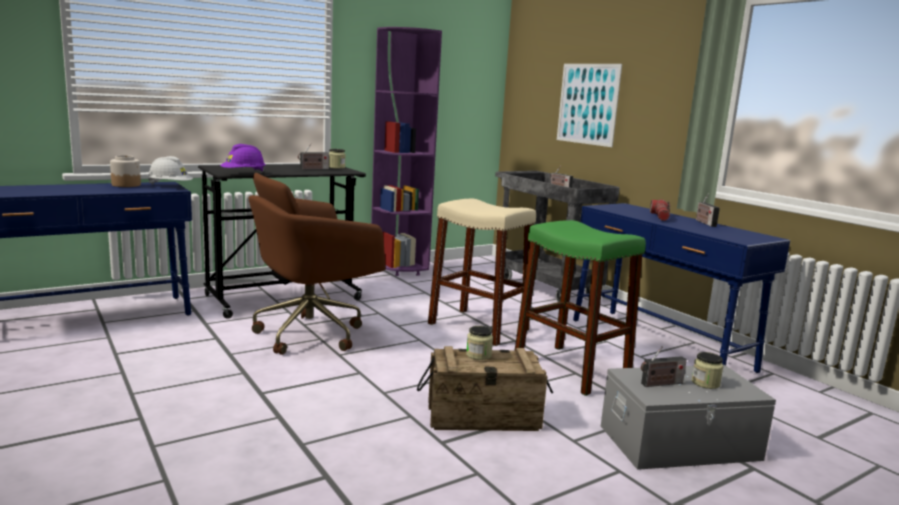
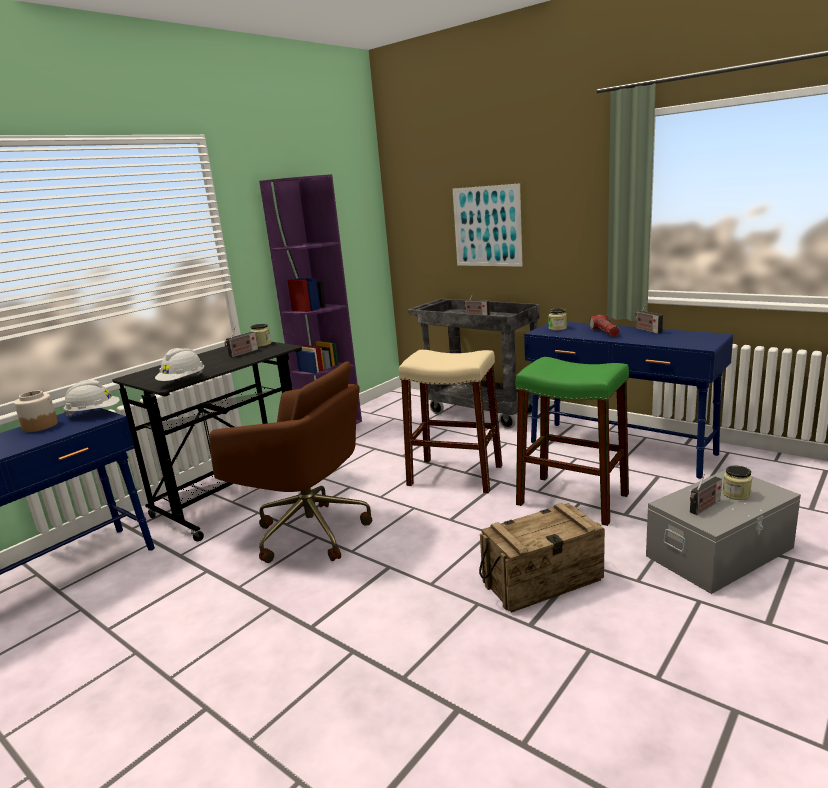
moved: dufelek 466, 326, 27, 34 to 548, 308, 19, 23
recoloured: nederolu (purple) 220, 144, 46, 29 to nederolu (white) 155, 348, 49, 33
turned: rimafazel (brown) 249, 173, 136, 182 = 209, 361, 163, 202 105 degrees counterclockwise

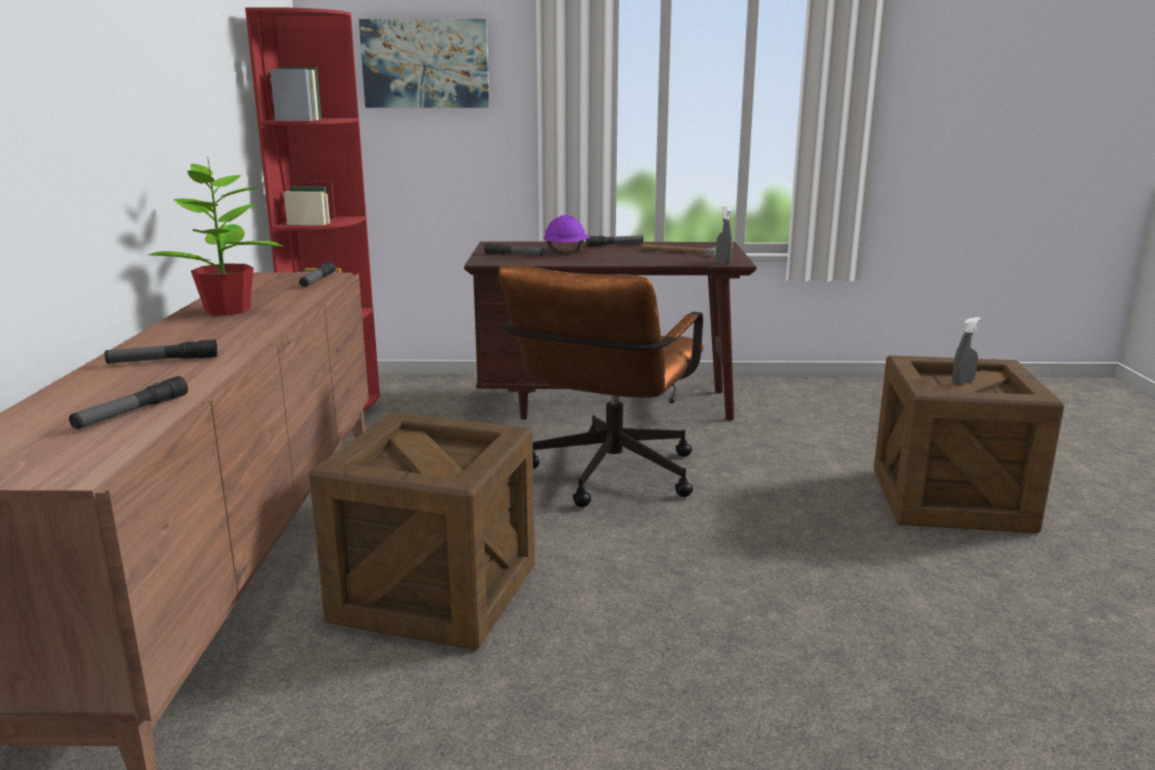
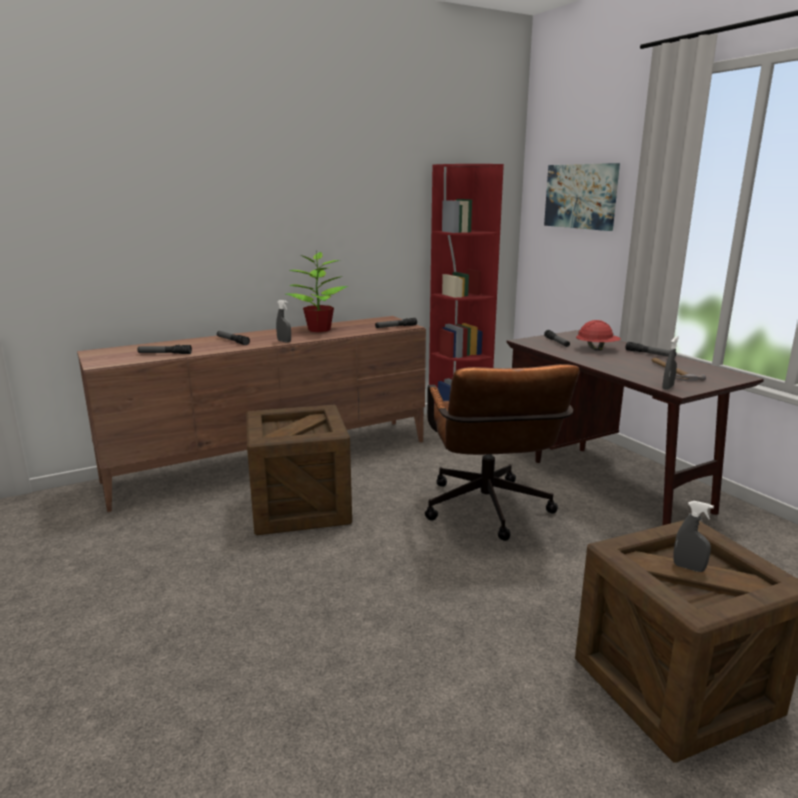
added: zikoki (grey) 276, 300, 15, 43
recoloured: nederolu (purple) 543, 215, 46, 38 to nederolu (red) 576, 320, 45, 31
turned: rimafazel (brown) 498, 264, 206, 243 = 425, 364, 155, 177 90 degrees counterclockwise

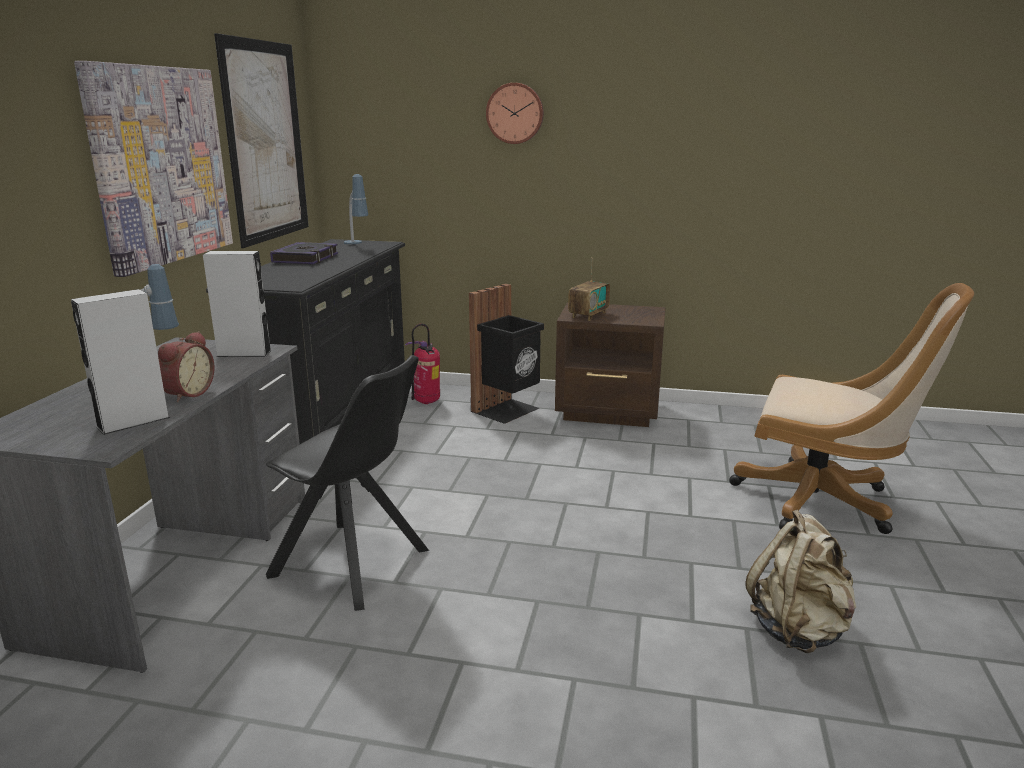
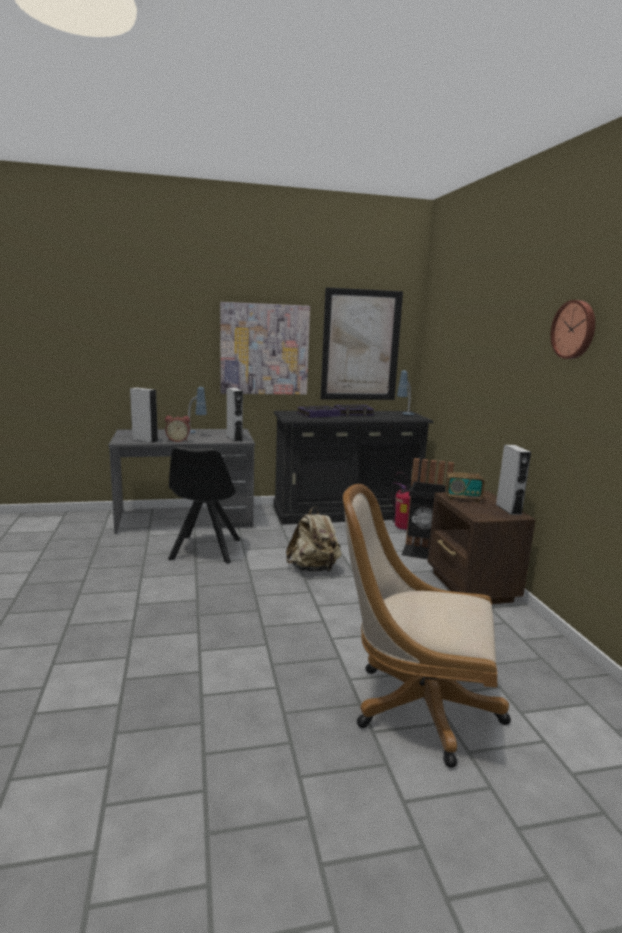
added: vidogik 297, 405, 44, 13; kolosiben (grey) 495, 445, 36, 70
moved: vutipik 486, 83, 58, 61 to 550, 300, 45, 59; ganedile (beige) 745, 509, 111, 144 to 286, 506, 56, 66
turned: rimafazel 729, 283, 245, 251 = 343, 484, 168, 284 105 degrees clockwise

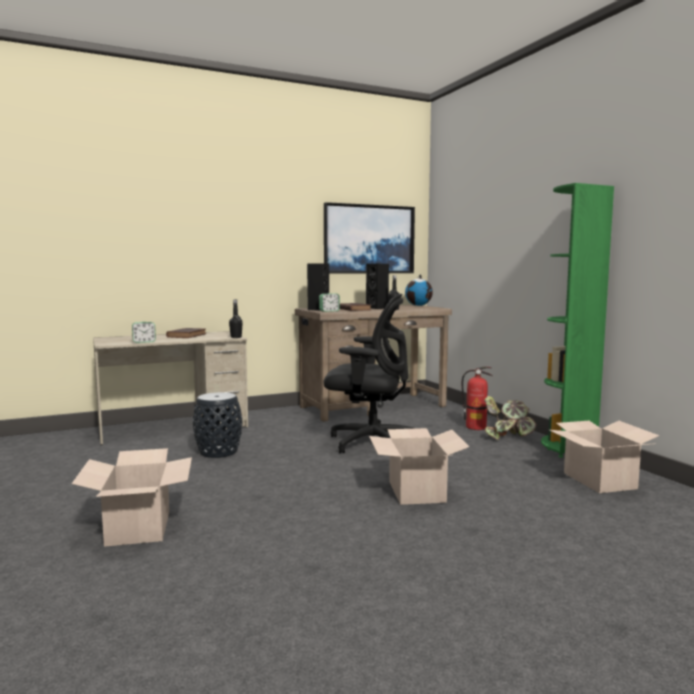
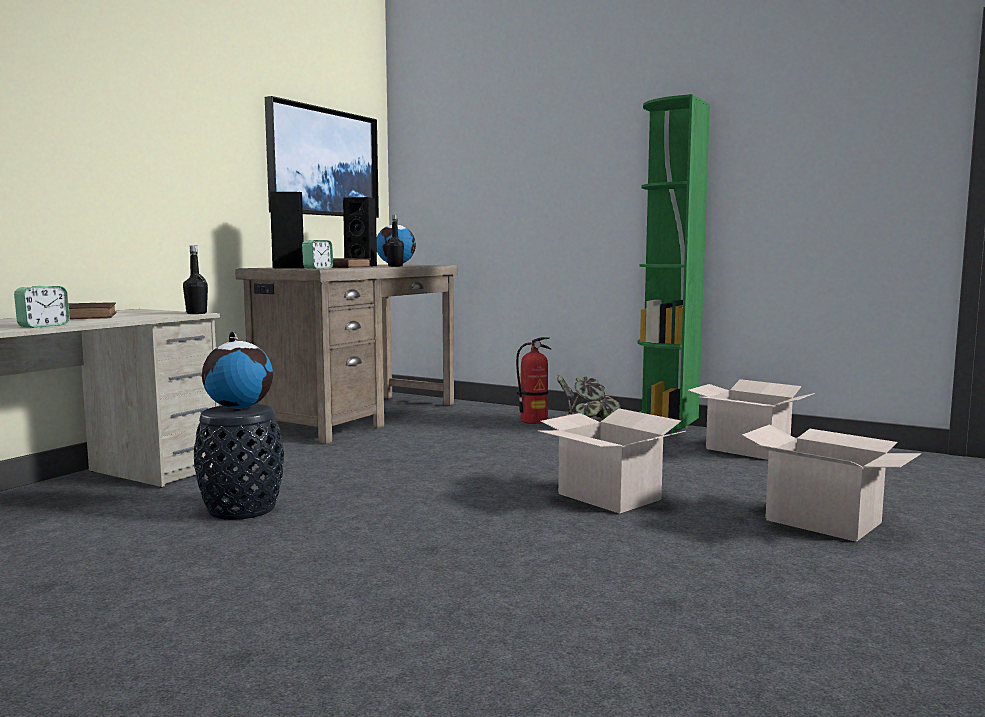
removed: rimafazel (black) 323, 294, 93, 159
added: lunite 202, 332, 71, 77
moved: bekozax 72, 448, 120, 99 to 742, 424, 179, 118

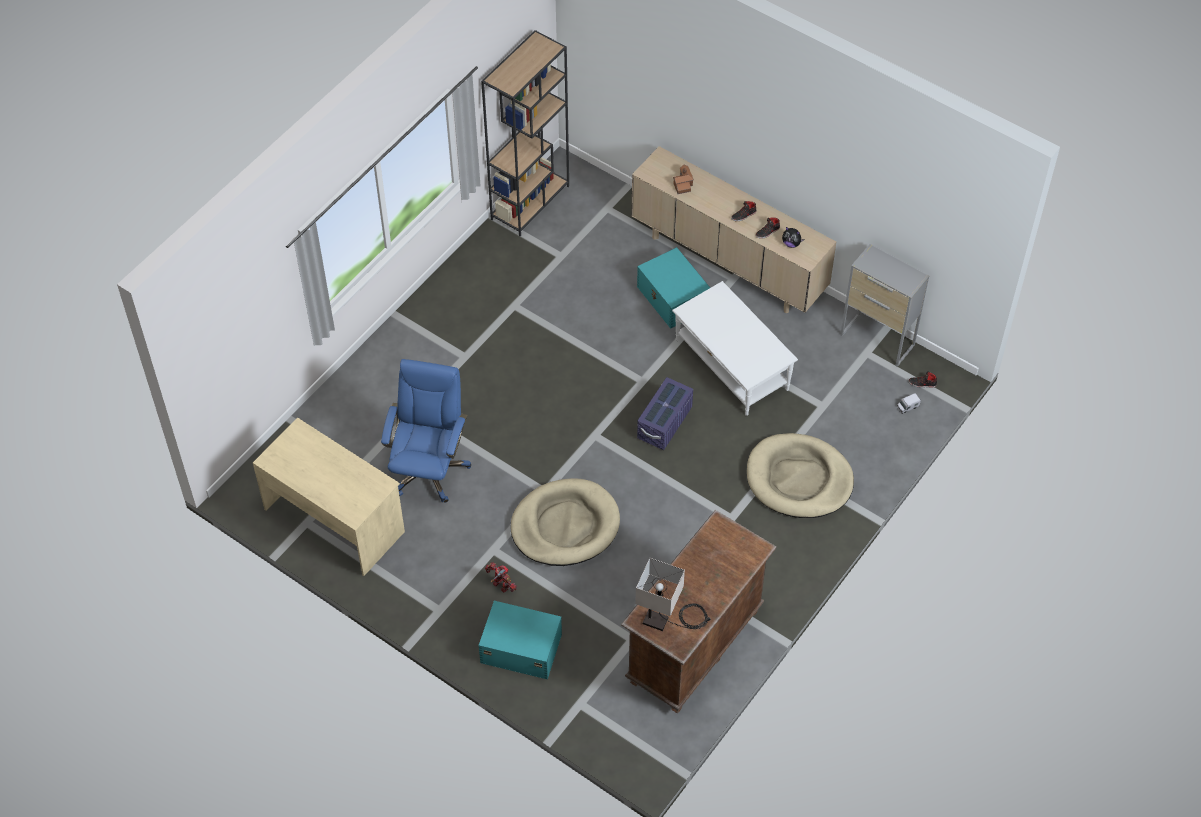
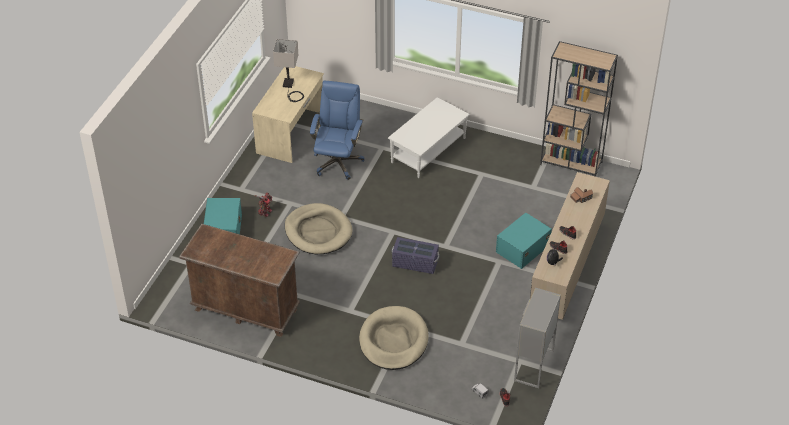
moved: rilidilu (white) 672, 281, 126, 135 to 388, 97, 82, 81; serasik 635, 558, 76, 73 to 273, 39, 31, 63
turned: rimafazel (blue) 381, 359, 90, 144 = 310, 81, 55, 99 75 degrees counterclockwise

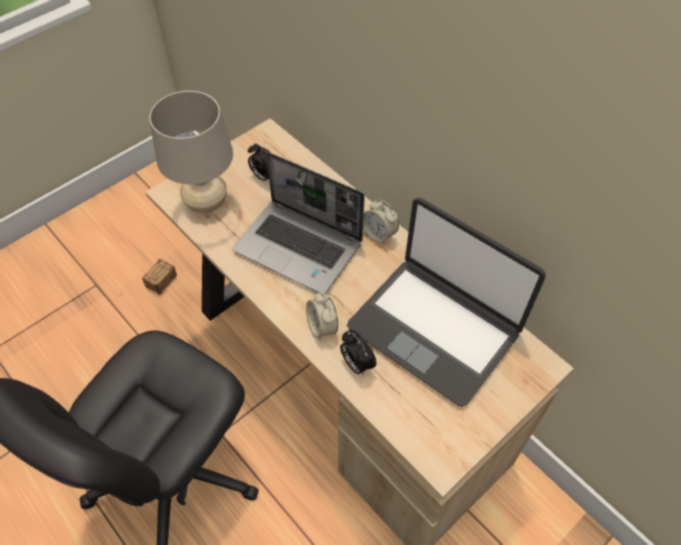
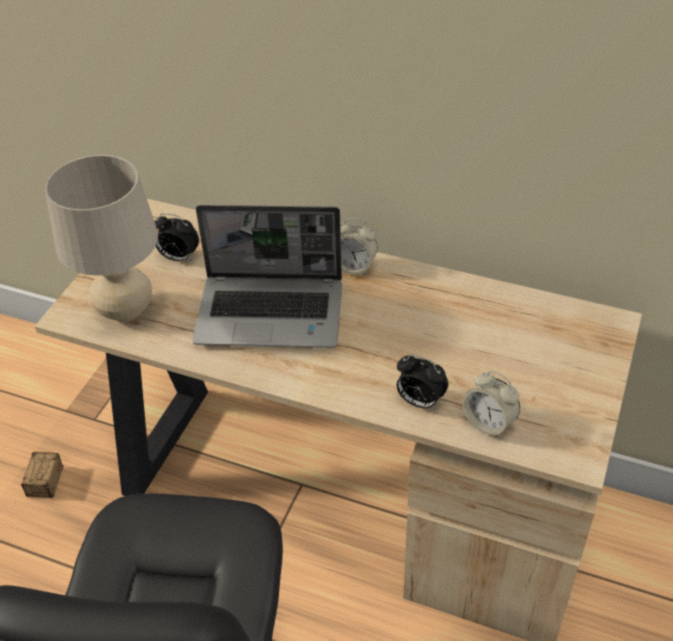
removed: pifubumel 347, 198, 199, 209
moved: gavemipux 306, 292, 32, 48 to 462, 371, 58, 67

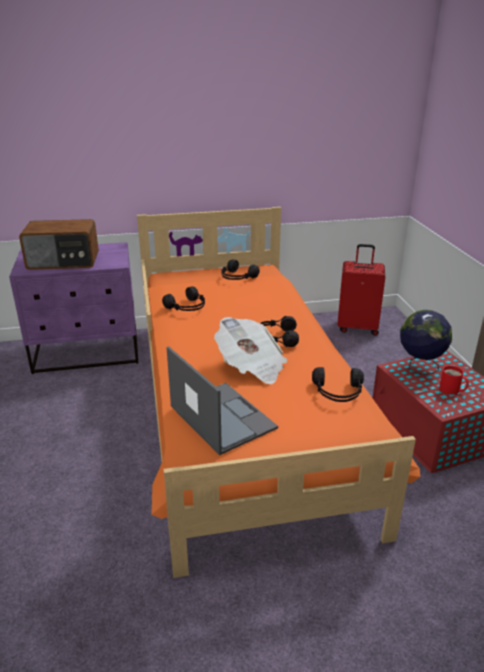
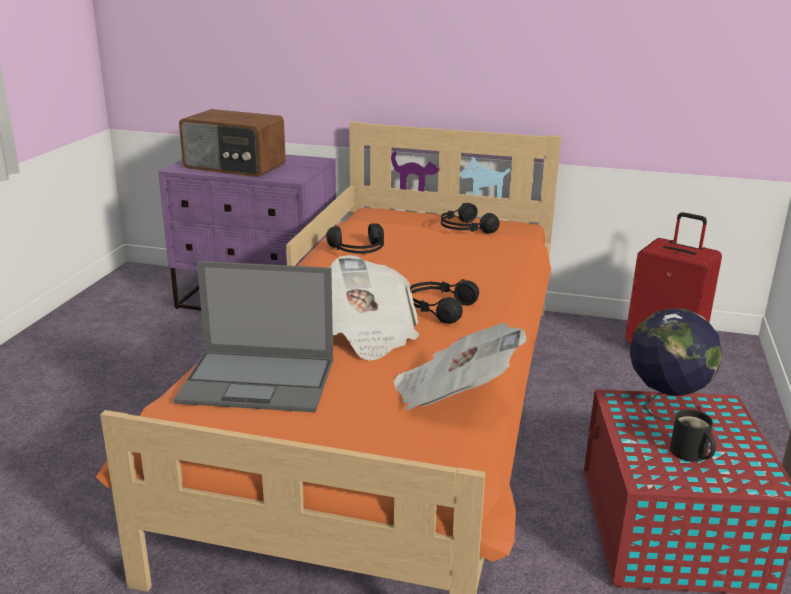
replaced: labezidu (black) 312, 367, 52, 35 to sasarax 393, 323, 134, 87
recoloured: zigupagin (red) 439, 366, 30, 29 to zigupagin (black) 670, 410, 46, 52
turned: pifubumel 166, 346, 112, 109 = 174, 261, 159, 151 105 degrees clockwise

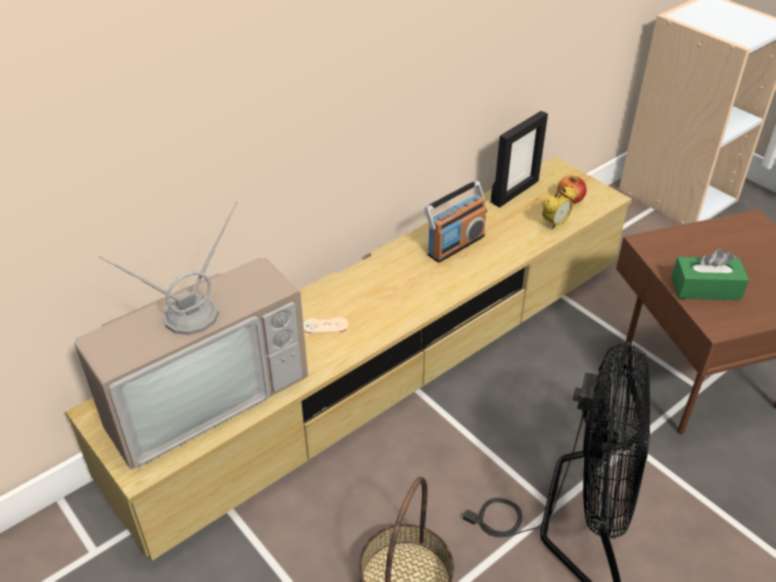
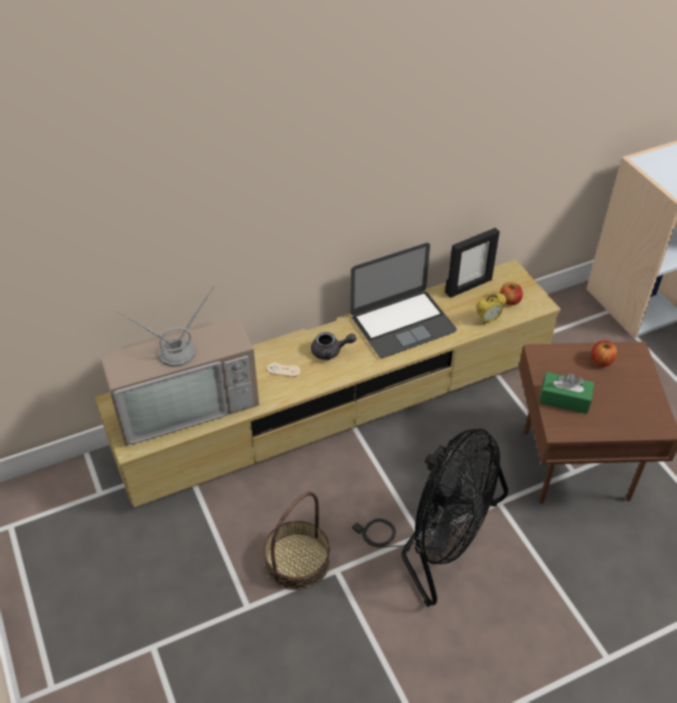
added: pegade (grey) 311, 332, 46, 28; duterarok 591, 340, 26, 27
replaced: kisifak 424, 181, 63, 82 to pifubumel 350, 243, 107, 115

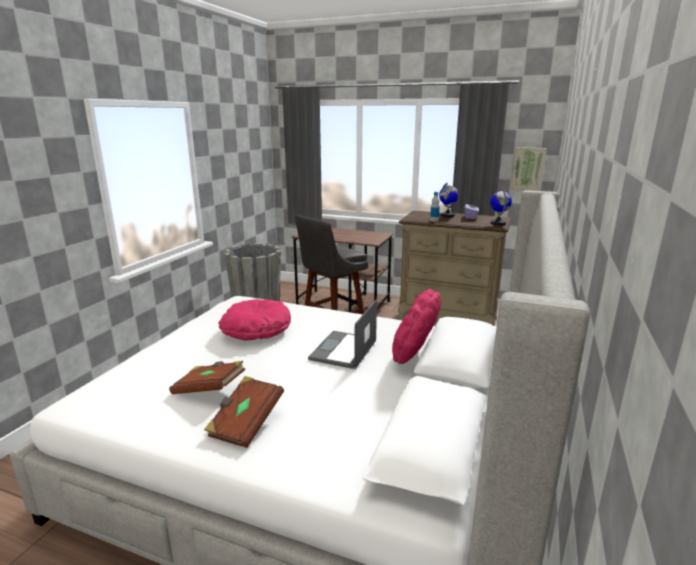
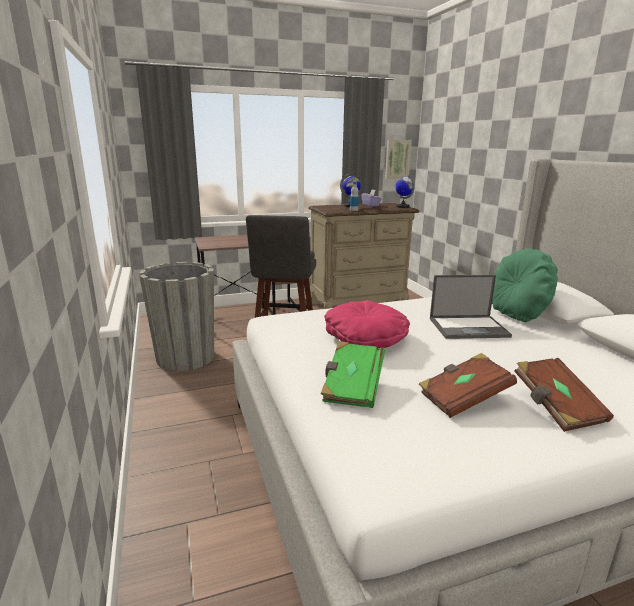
added: vidogik (green) 321, 341, 64, 67
recoloured: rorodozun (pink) 392, 289, 49, 75 to rorodozun (green) 492, 249, 66, 73
turned: pifubumel 308, 300, 69, 69 = 430, 275, 82, 64 75 degrees counterclockwise

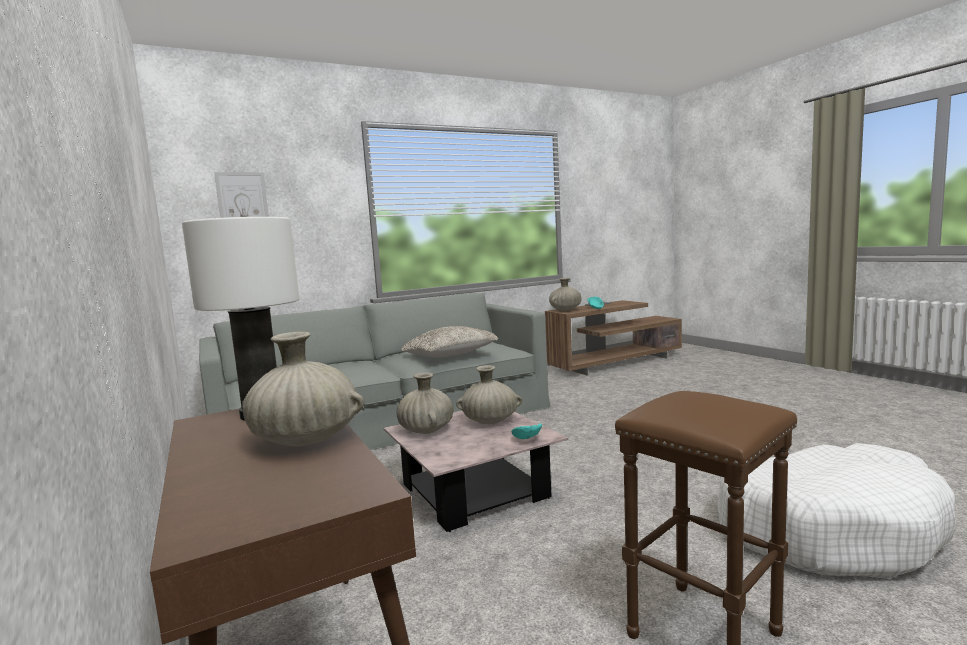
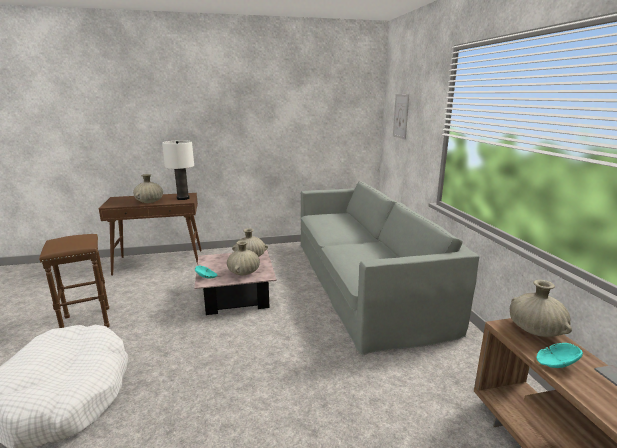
removed: rorodozun (beige) 401, 326, 97, 31

